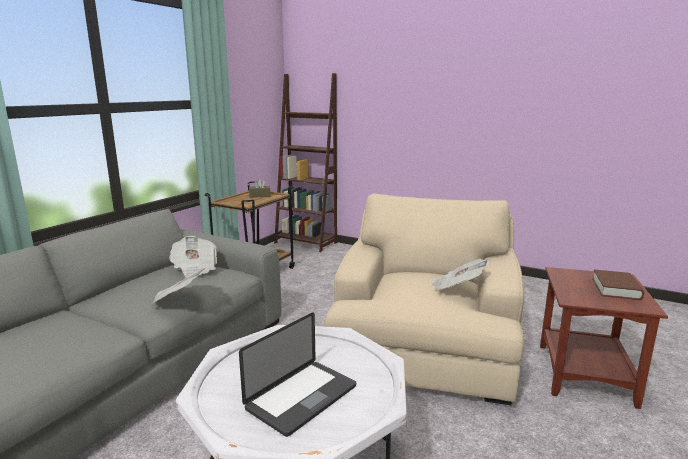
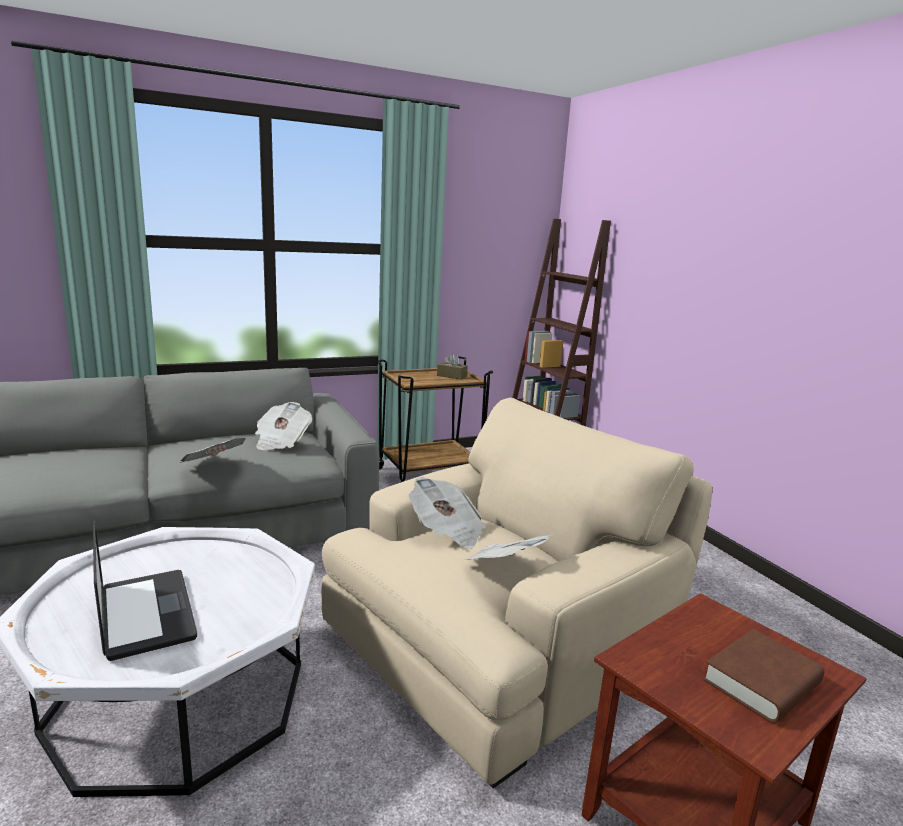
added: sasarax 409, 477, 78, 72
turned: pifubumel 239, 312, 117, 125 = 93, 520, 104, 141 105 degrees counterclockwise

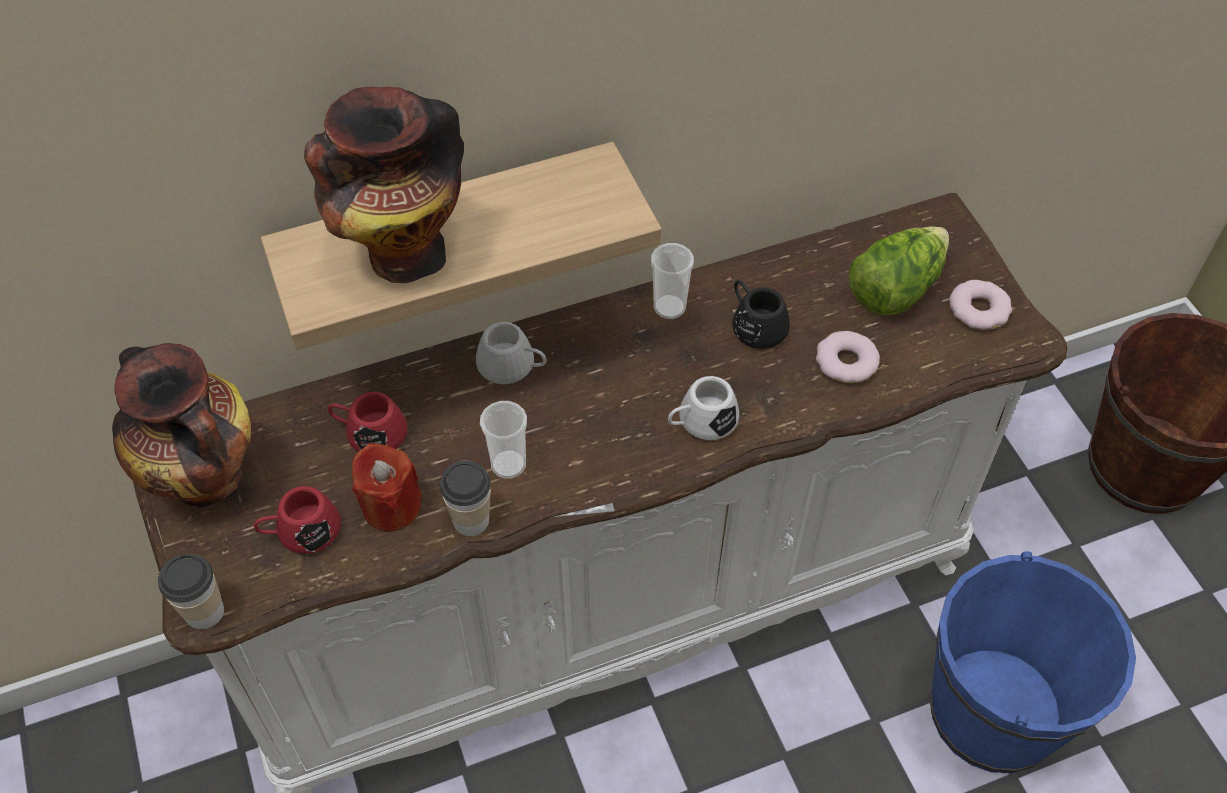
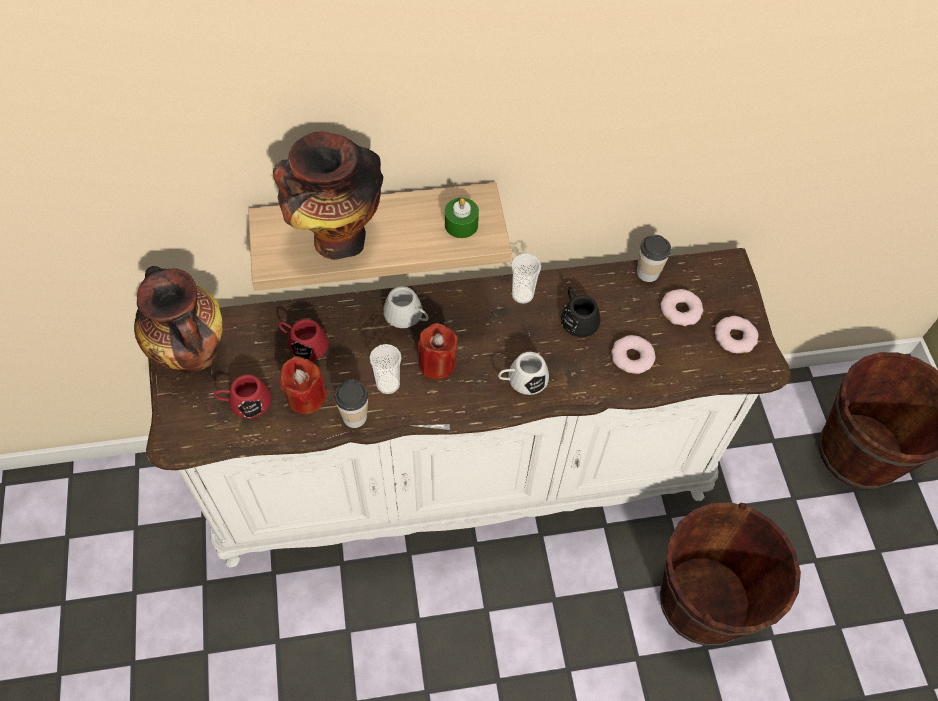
added: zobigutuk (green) 445, 198, 34, 40; zobigutuk (red) 417, 323, 41, 57
moved: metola 158, 554, 66, 75 to 637, 235, 34, 47
replaced: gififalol 848, 227, 101, 88 to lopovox 660, 289, 43, 37
recoloured: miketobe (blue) 930, 551, 206, 222 to miketobe (brown) 660, 502, 141, 144

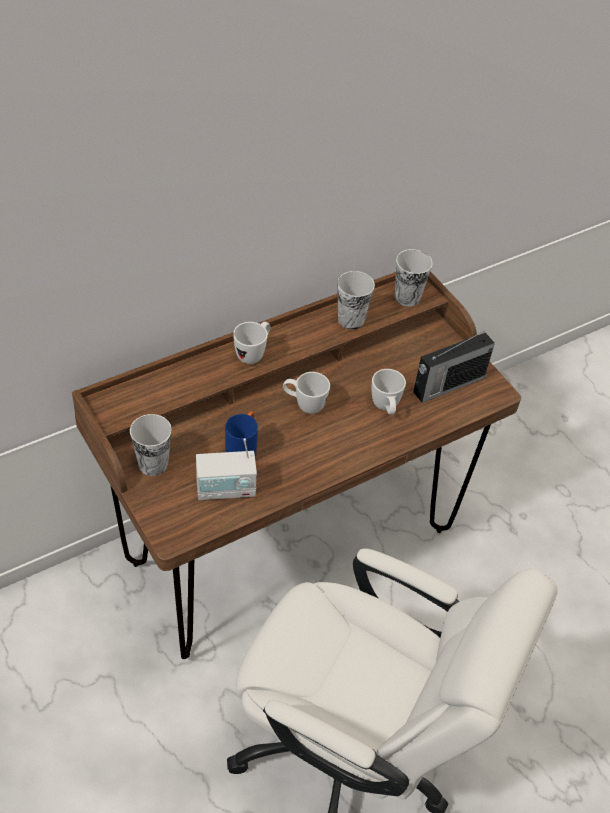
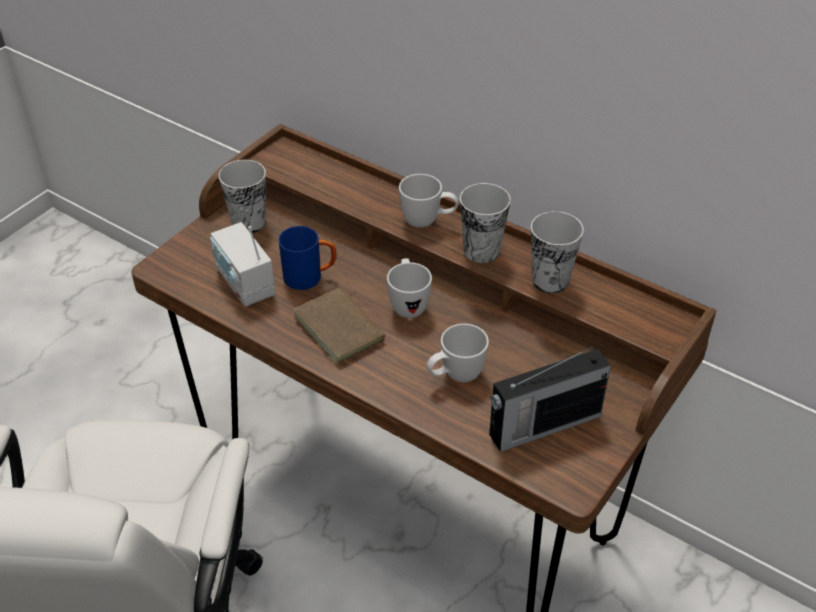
added: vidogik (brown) 293, 282, 92, 82
moved: metola 395, 249, 38, 58 to 460, 183, 51, 80
turned: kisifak 413, 330, 82, 73 = 489, 346, 122, 106 60 degrees counterclockwise

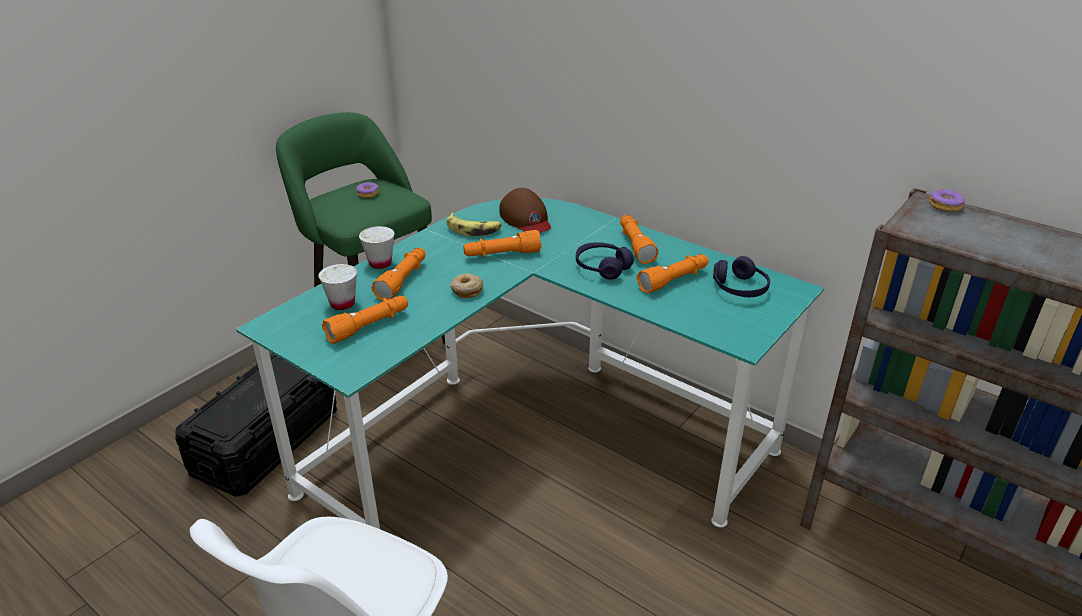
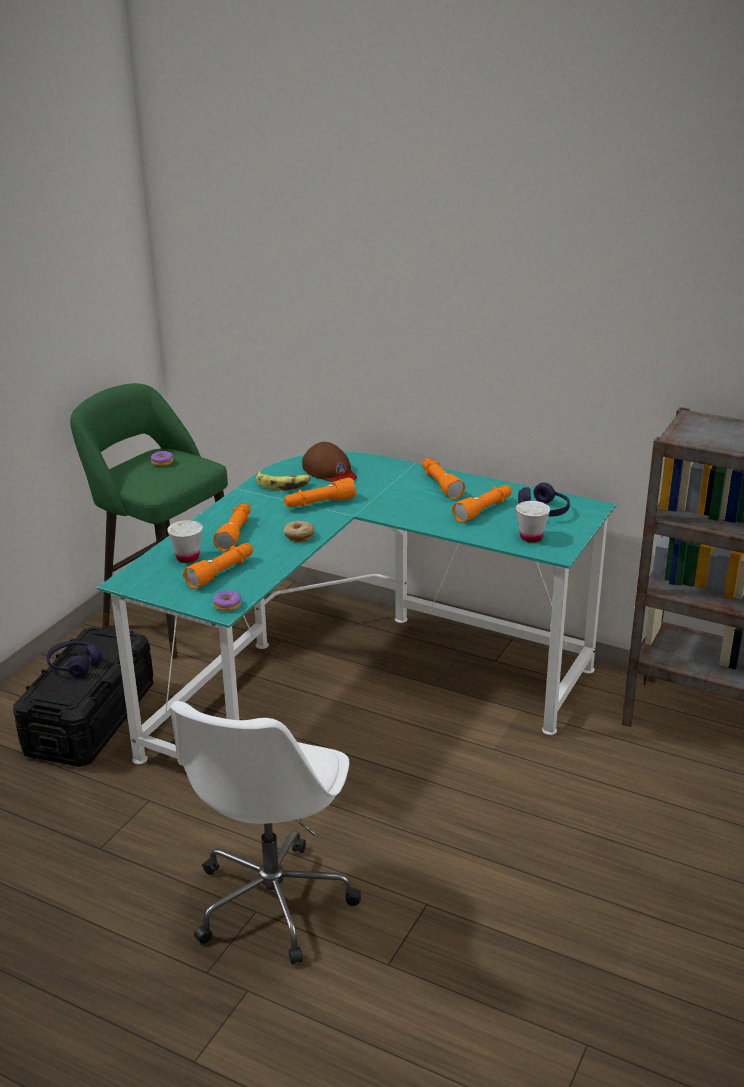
moved: lopovox 929, 189, 36, 23 to 213, 590, 28, 21; metola (white) 359, 226, 35, 43 to 516, 501, 34, 41; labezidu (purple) 576, 242, 58, 38 to 47, 641, 55, 35

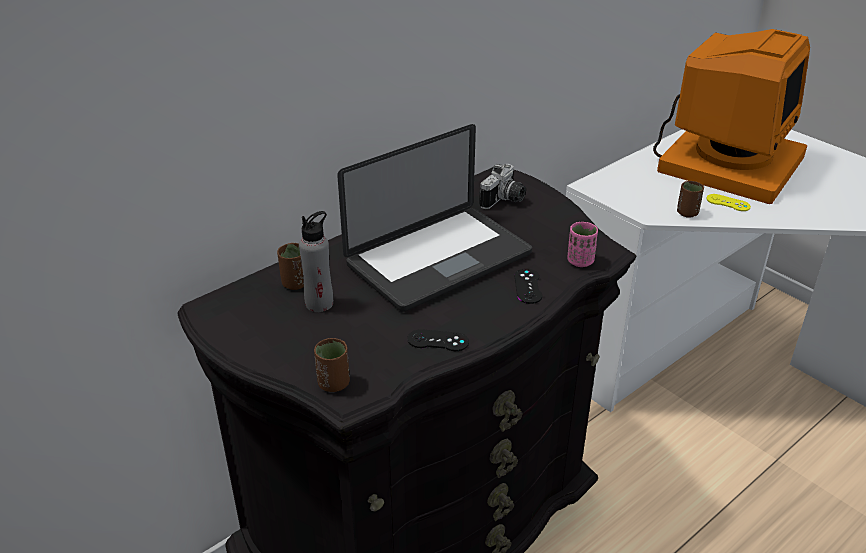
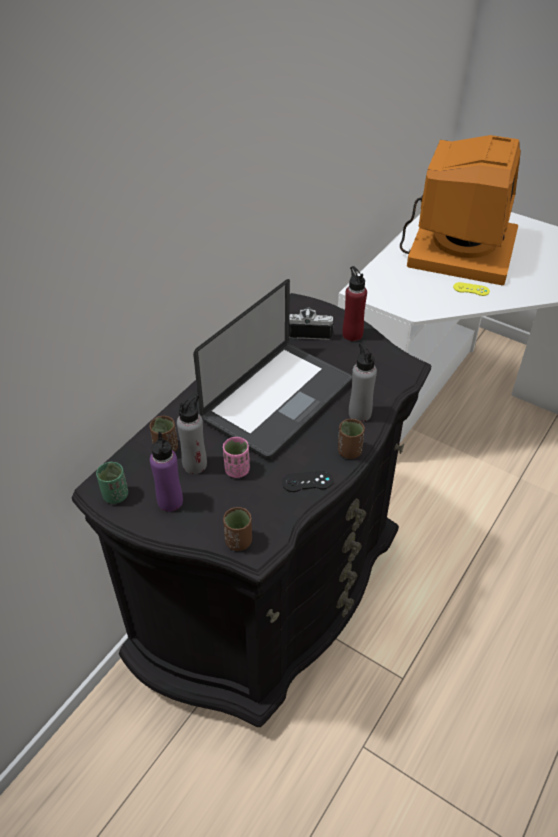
added: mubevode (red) 342, 266, 25, 75; mubevode (purple) 150, 432, 33, 80; metola (green) 96, 462, 32, 42
moved: metola (brown) 677, 181, 27, 37 to 338, 419, 27, 40; metola (pink) 567, 222, 31, 45 to 223, 437, 27, 41
replaced: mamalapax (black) 515, 268, 27, 36 to mubevode (grey) 349, 343, 28, 79
turned: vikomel 479, 164, 47, 45 = 289, 308, 45, 32 105 degrees counterclockwise

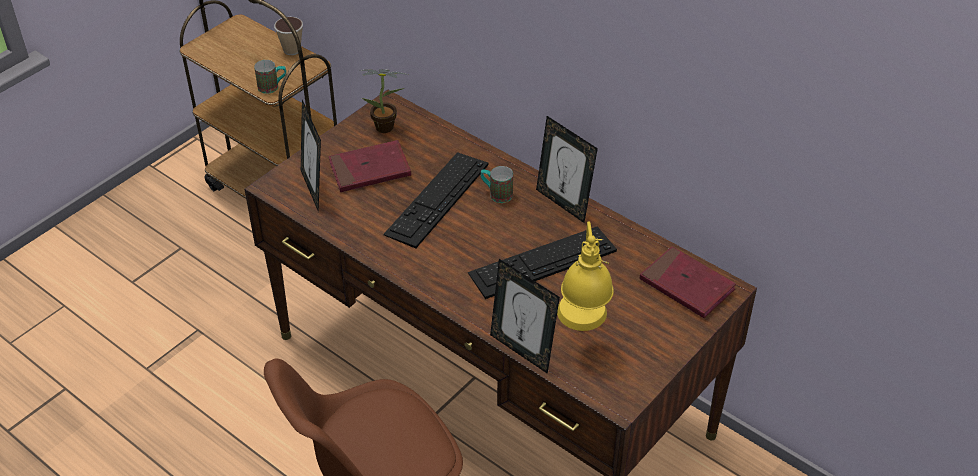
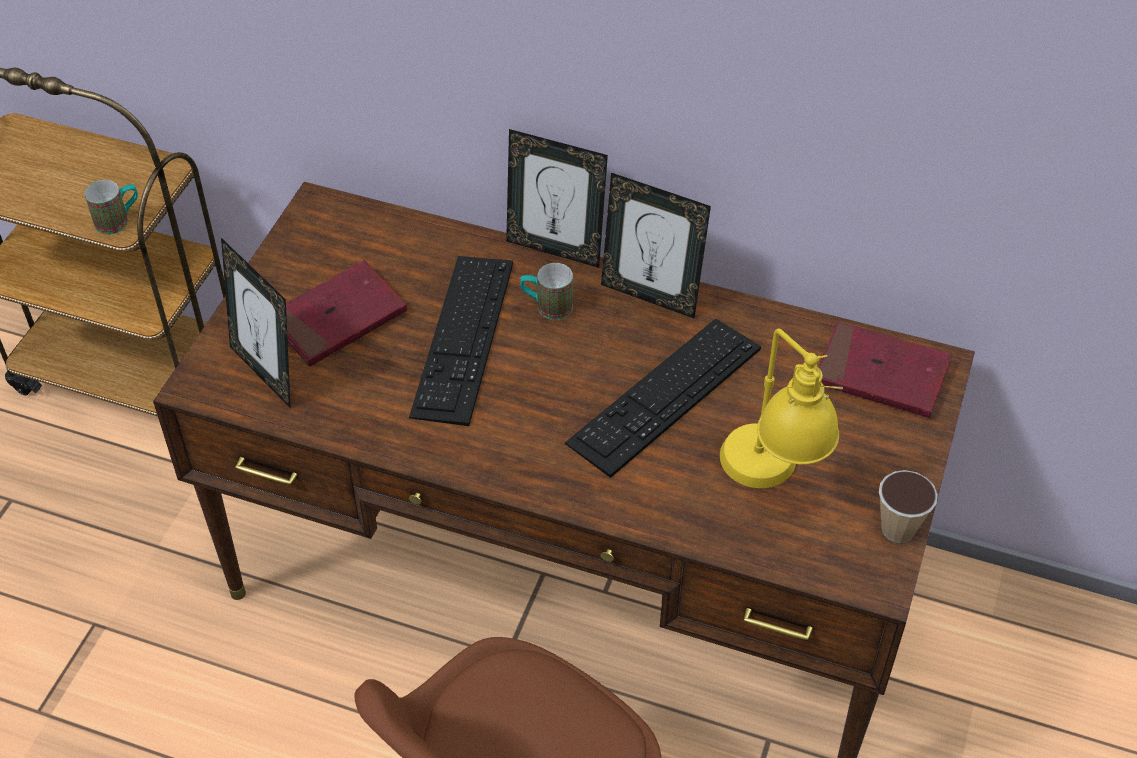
removed: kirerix 362, 69, 46, 64
moved: metola 274, 17, 29, 38 to 879, 470, 59, 73; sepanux 490, 259, 70, 115 to 506, 129, 102, 139

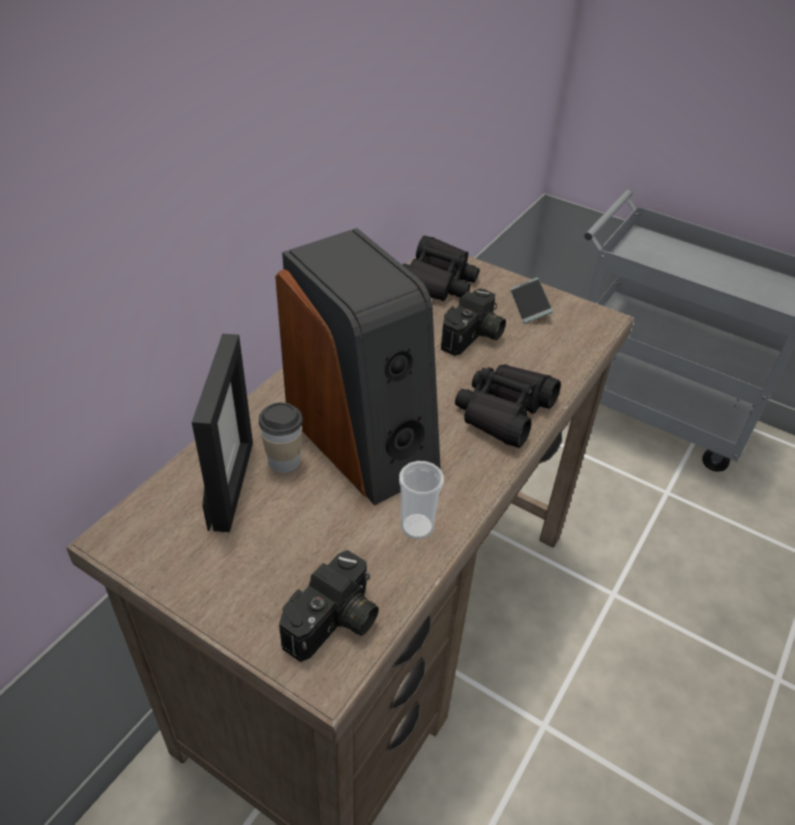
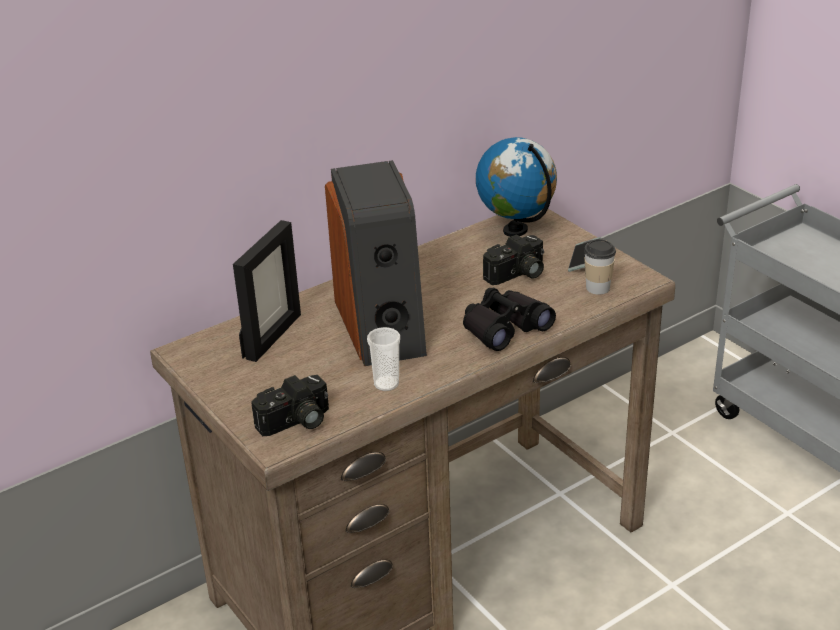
moved: metola 259, 402, 44, 71 to 584, 239, 32, 56
replaced: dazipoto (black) 402, 236, 77, 65 to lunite 476, 137, 81, 100

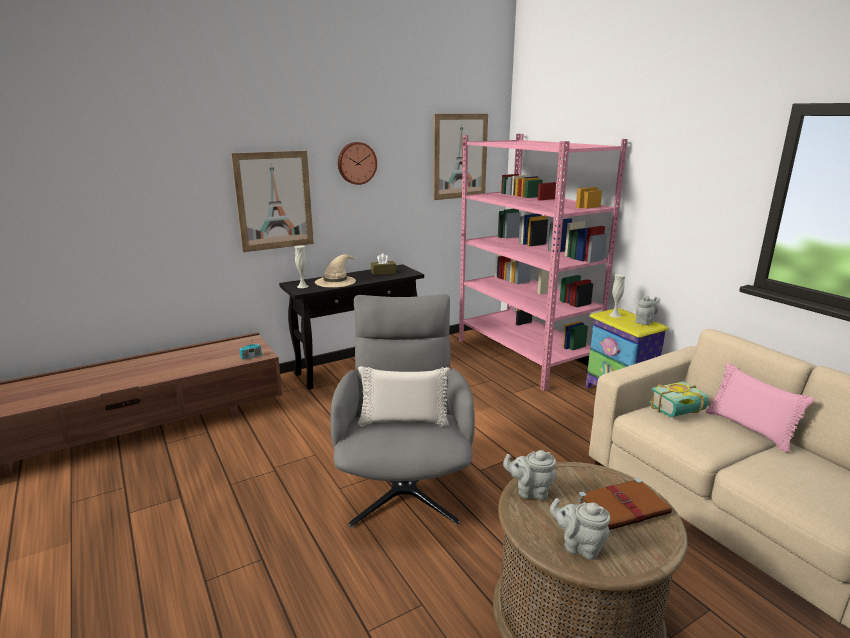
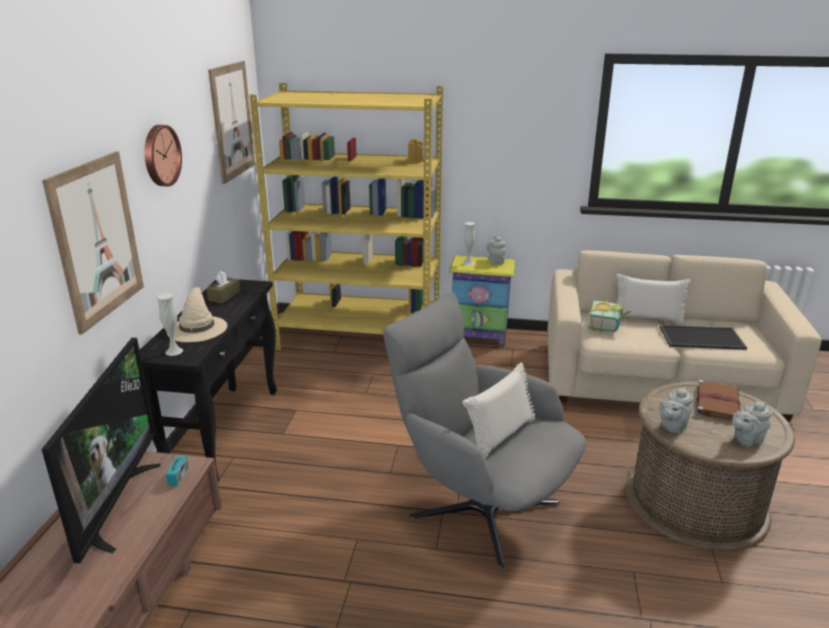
added: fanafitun 659, 325, 88, 25; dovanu 42, 338, 119, 225
recoloured: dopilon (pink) 459, 134, 169, 257 to dopilon (yellow) 249, 83, 194, 267; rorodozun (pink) 706, 363, 109, 90 to rorodozun (white) 616, 274, 74, 51

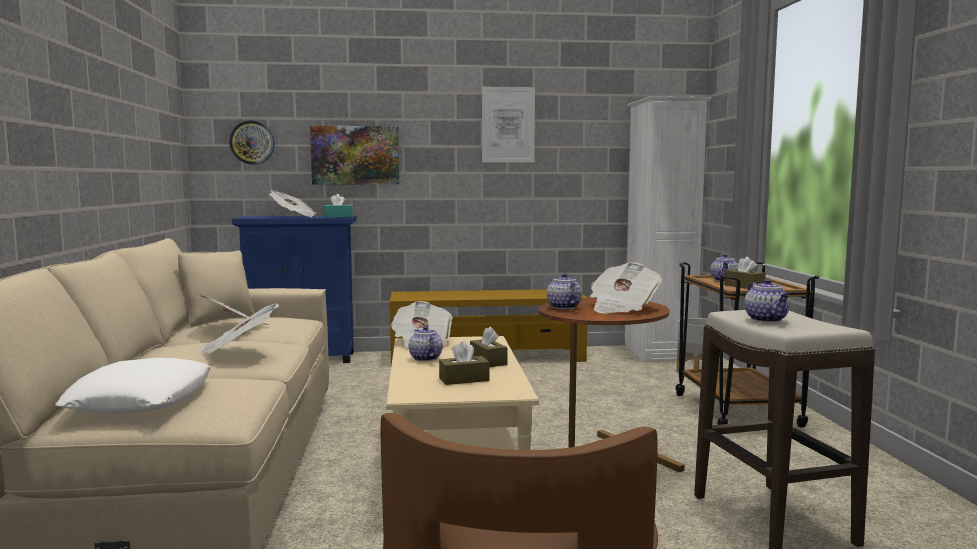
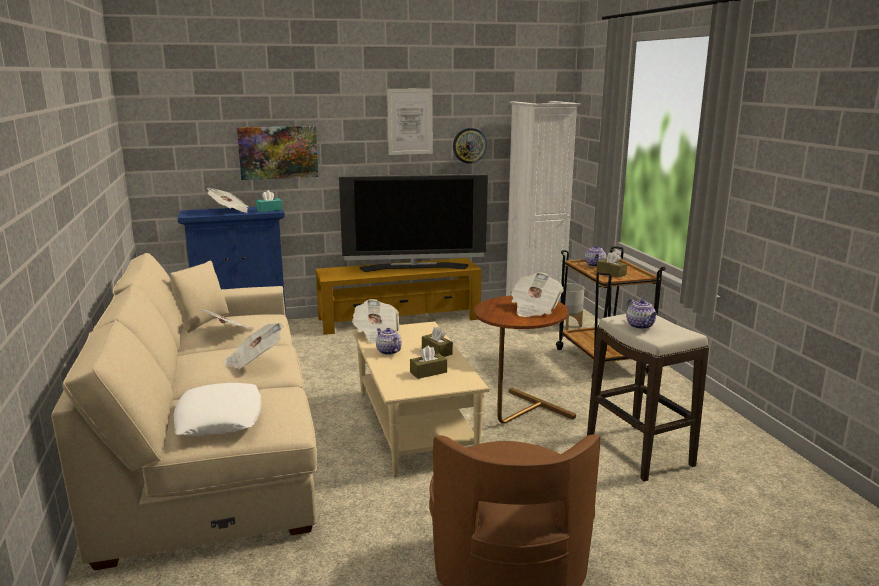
removed: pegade 547, 273, 35, 36
added: dovanu 339, 174, 149, 98
moved: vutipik 229, 121, 46, 44 to 453, 128, 34, 36

